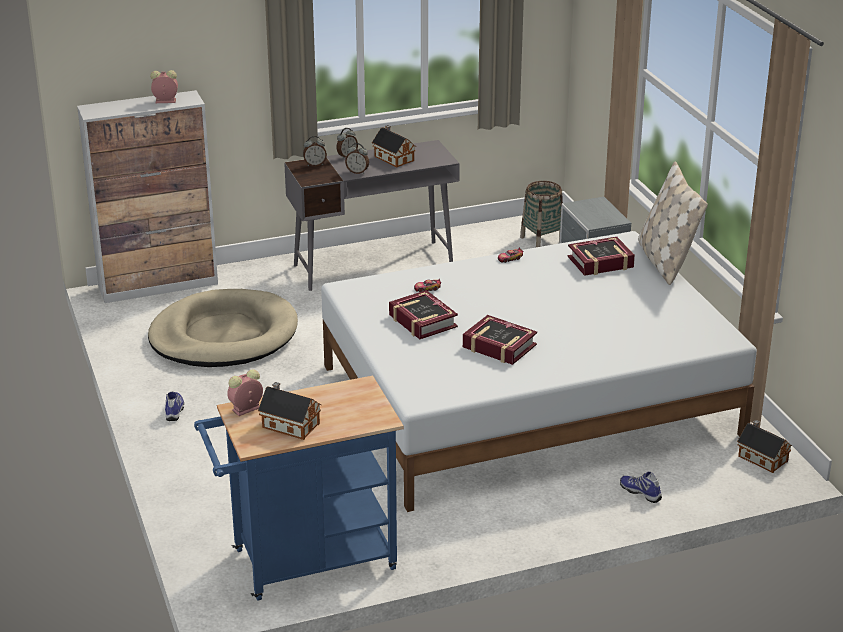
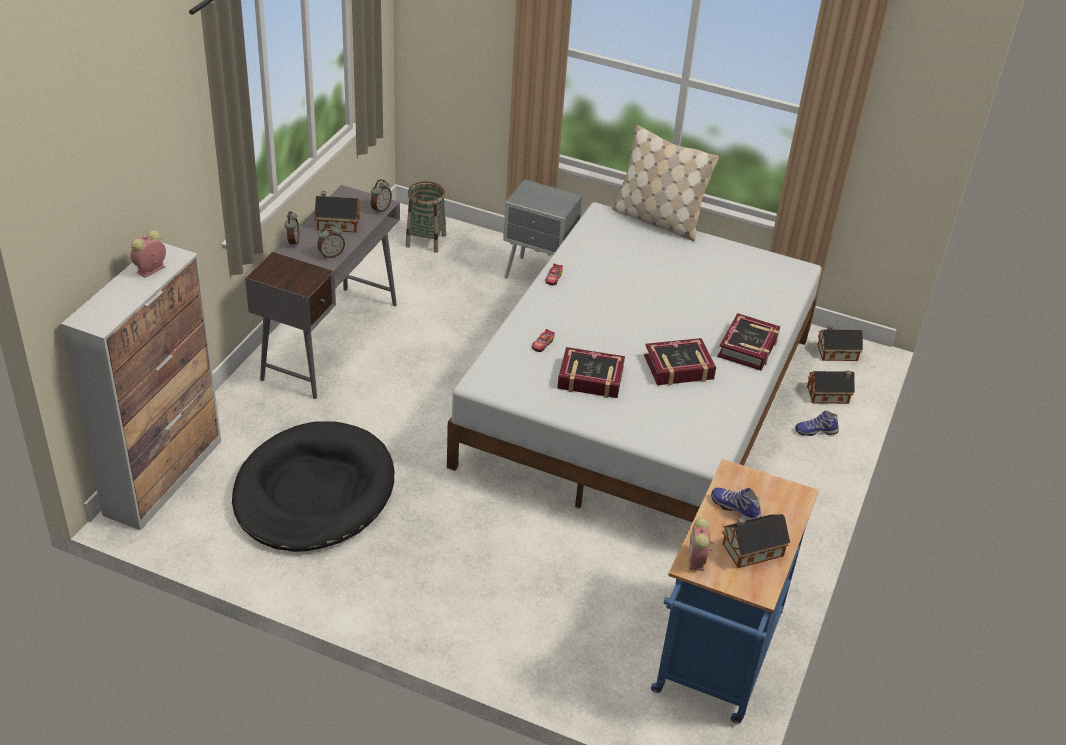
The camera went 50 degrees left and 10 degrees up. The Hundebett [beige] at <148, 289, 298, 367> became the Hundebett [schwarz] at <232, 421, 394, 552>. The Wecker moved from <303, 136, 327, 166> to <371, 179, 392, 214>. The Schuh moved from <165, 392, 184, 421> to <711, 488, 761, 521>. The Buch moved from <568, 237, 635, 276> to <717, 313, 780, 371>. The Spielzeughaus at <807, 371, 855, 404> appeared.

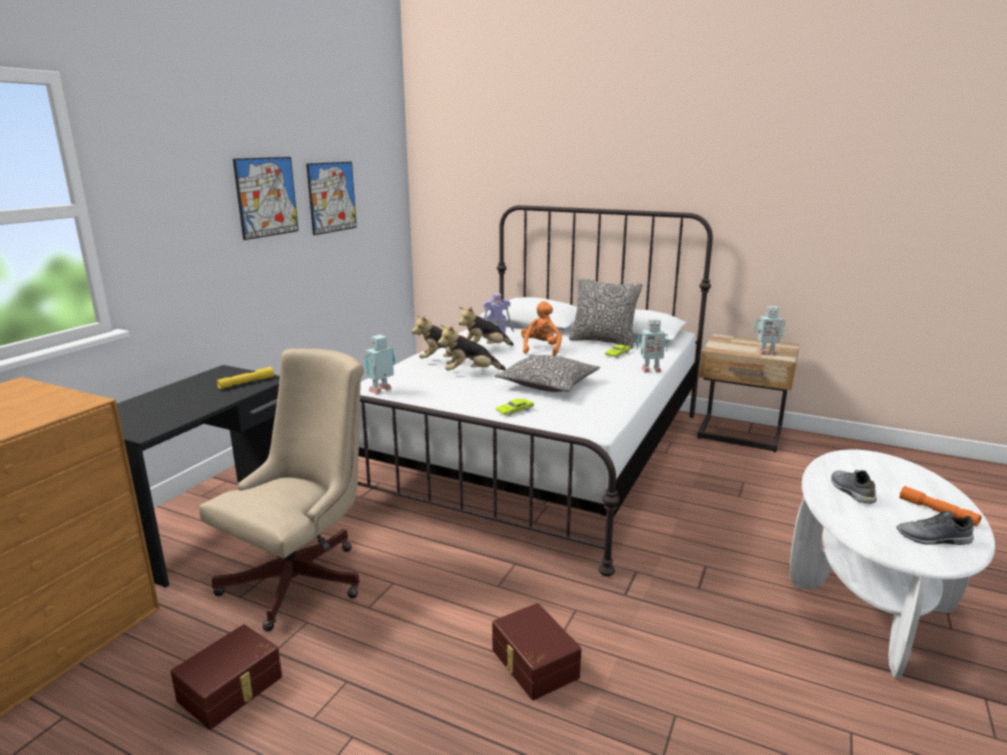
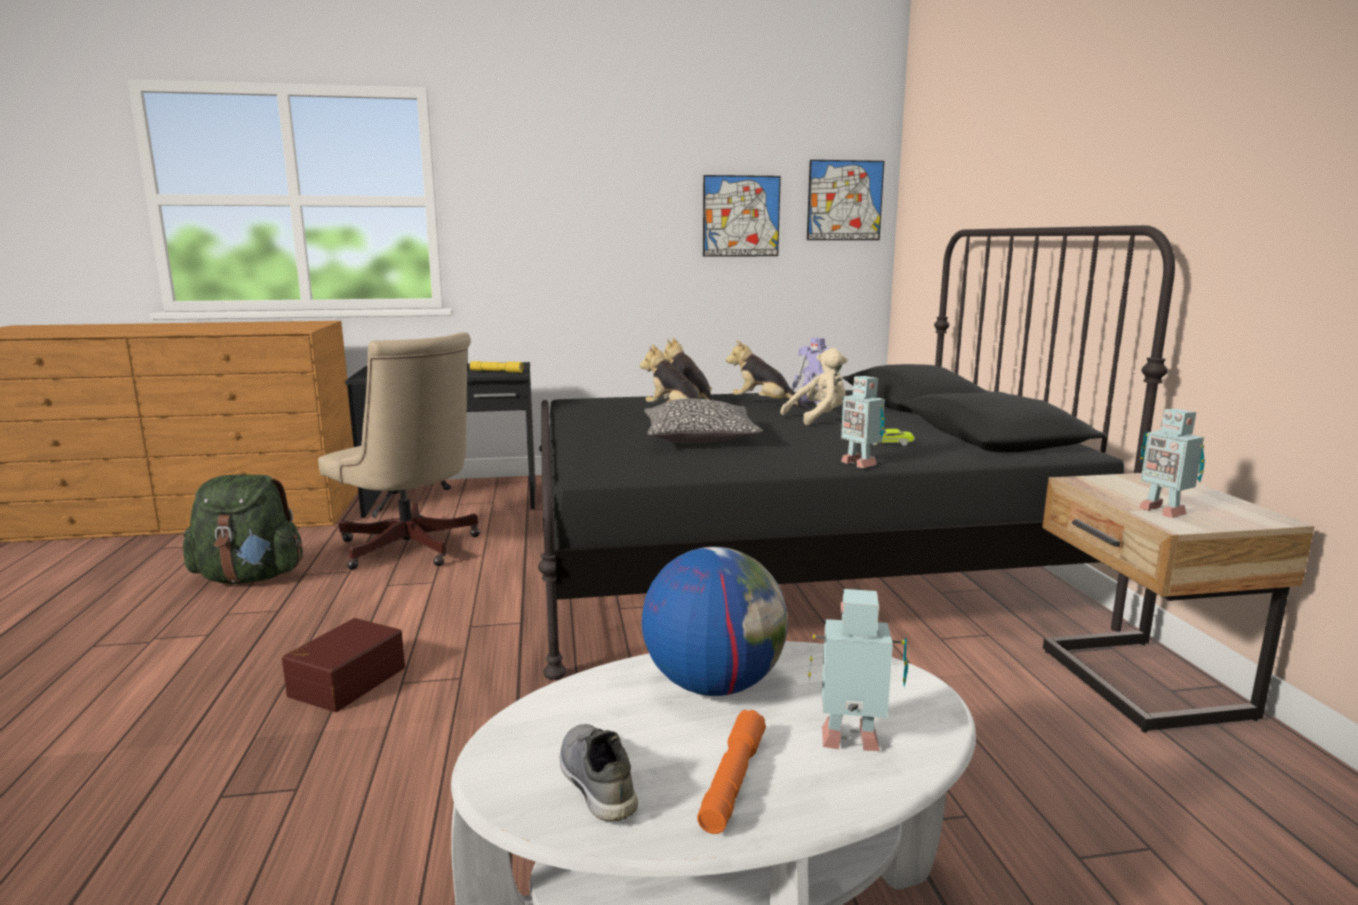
The camera went 55 degrees right and 5 degrees down. The Aufbewahrungsbox [braun] at <170, 624, 282, 730> was replaced by the Rucksack [grün] at <183, 474, 303, 584>. The Bürostuhl [beige] at <199, 349, 364, 632> turned 45 degrees clockwise. The Bett [weiß] at <358, 205, 713, 576> became the Bett [schwarz] at <538, 225, 1175, 680>. The Schuh [grau] at <831, 470, 877, 504> was replaced by the Globus at <642, 547, 788, 696>. The Plüschtier [orange] at <521, 301, 562, 356> became the Plüschtier [beige] at <780, 348, 848, 426>. The Bild moved from <233, 157, 298, 240> to <807, 160, 884, 240>. The Spielzeugroboter moved from <365, 335, 395, 394> to <808, 589, 908, 751>. The Spielzeugauto [grün] at <495, 399, 534, 416> disappeared. The Kissen at <569, 278, 642, 348> disappeared.

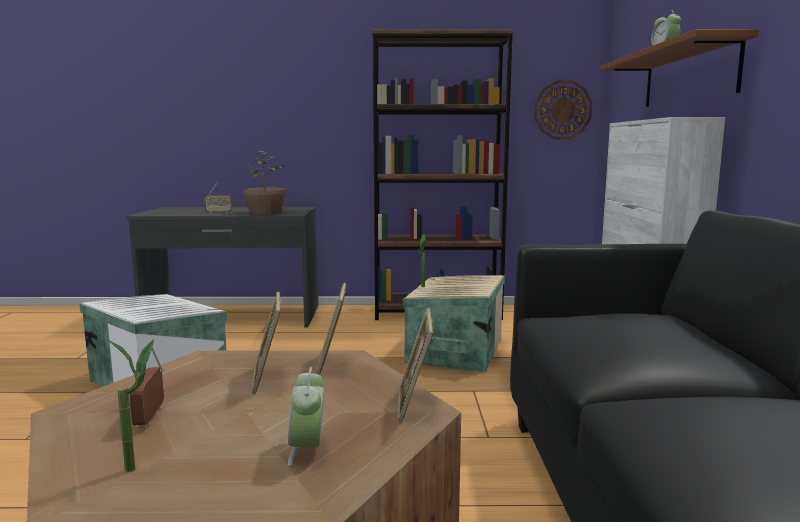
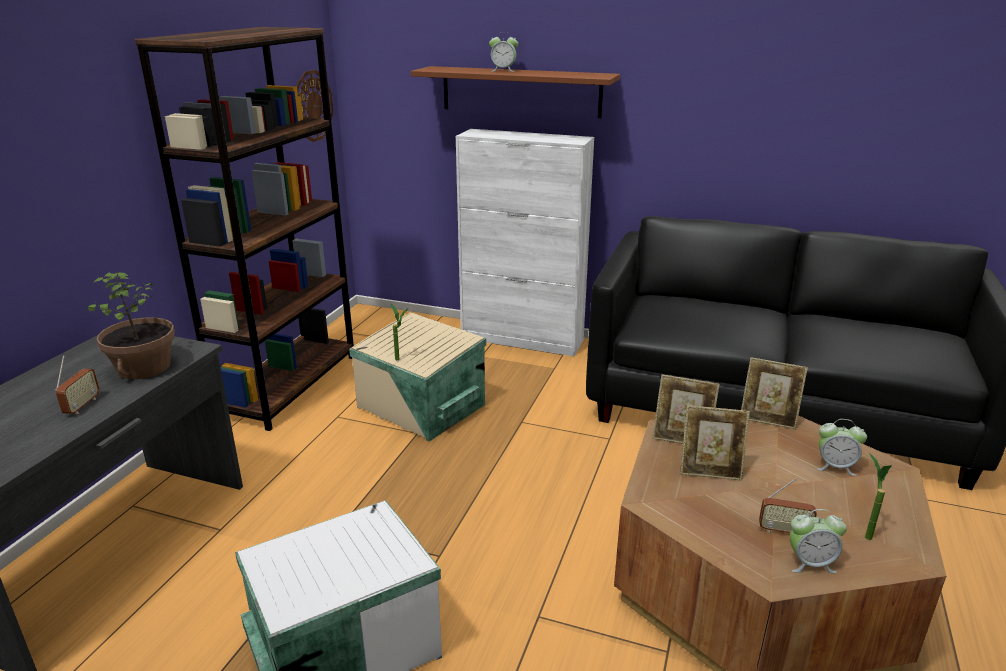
The camera went 70 degrees left and 15 degrees up. The Wecker at <790, 509, 847, 573> appeared.

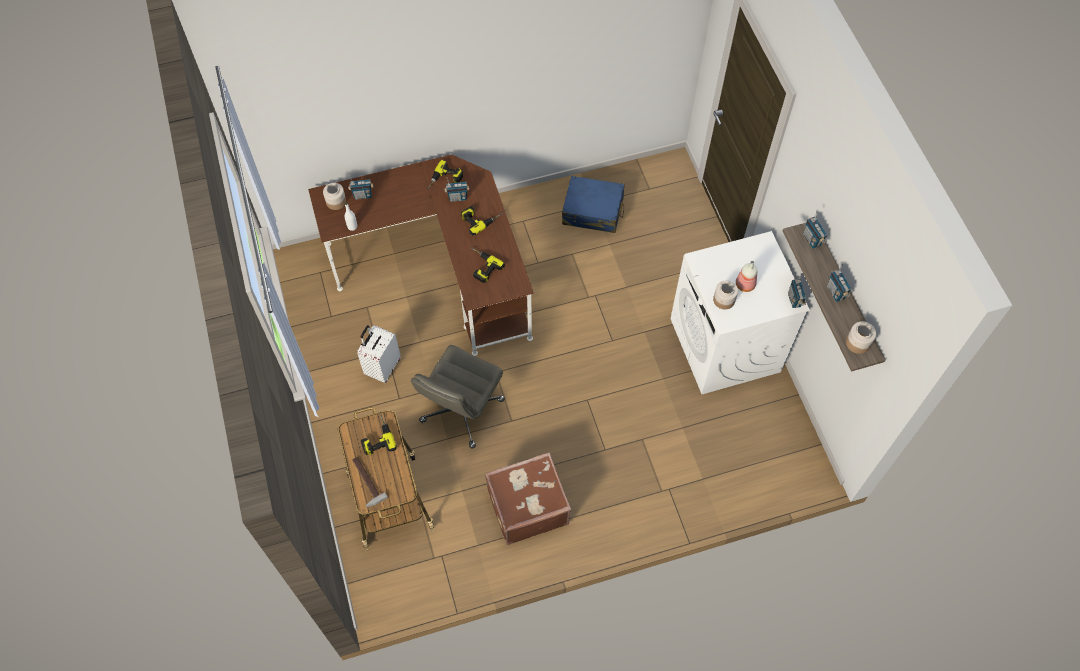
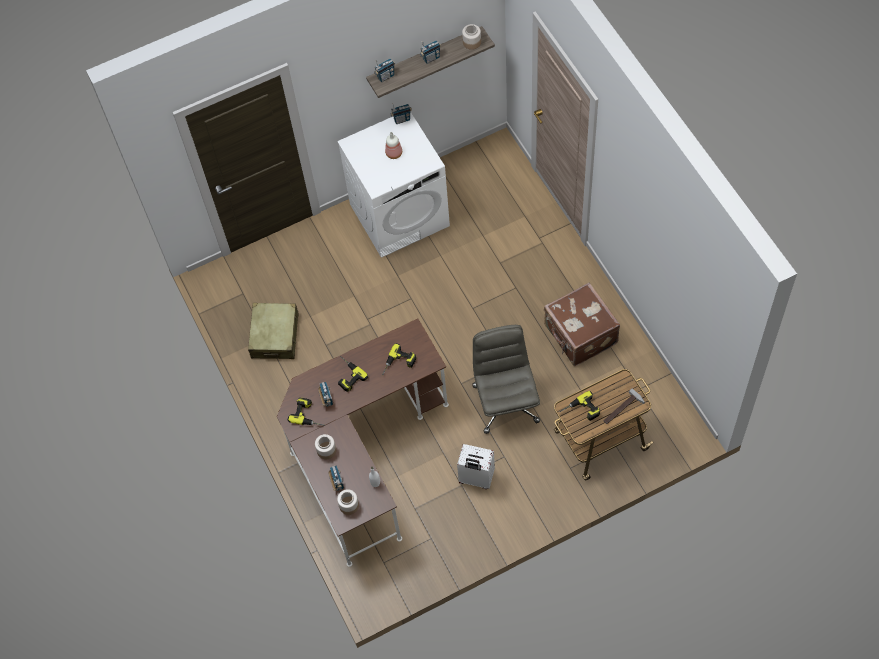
The camera went 95 degrees left and 0 degrees up. The Koffer [blau] at <562, 176, 624, 233> became the Koffer [beige] at <248, 303, 299, 359>. The Vorratsglas moved from <713, 280, 738, 310> to <315, 434, 336, 459>. The Bürostuhl [grau] at <411, 345, 505, 449> turned 120 degrees counterclockwise.

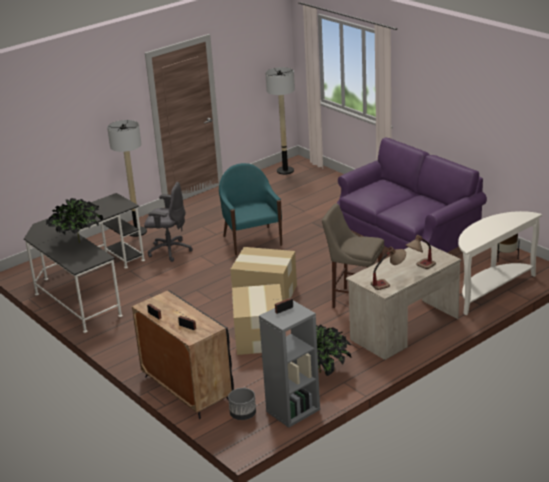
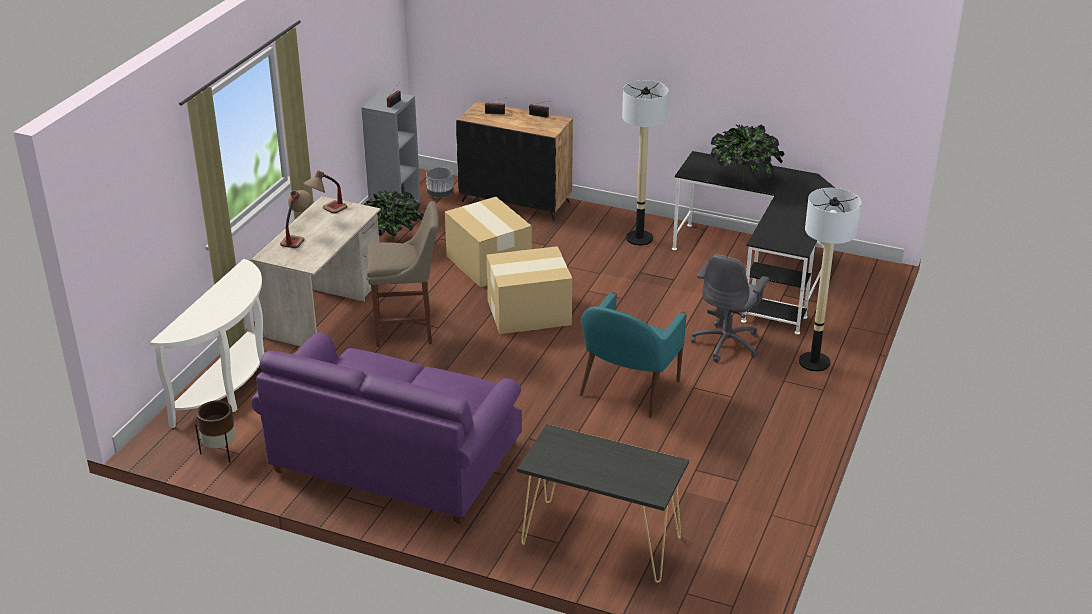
The camera went 150 degrees right and 5 degrees up. The Konsolentisch [schwarz] at <517, 424, 689, 583> appeared. The Sessel [türkis] at <219, 163, 282, 255> turned 75 degrees clockwise. The Stehlampe moved from <265, 67, 295, 175> to <622, 80, 669, 246>. The Bürostuhl [grau] at <144, 182, 193, 262> turned 45 degrees counterclockwise.

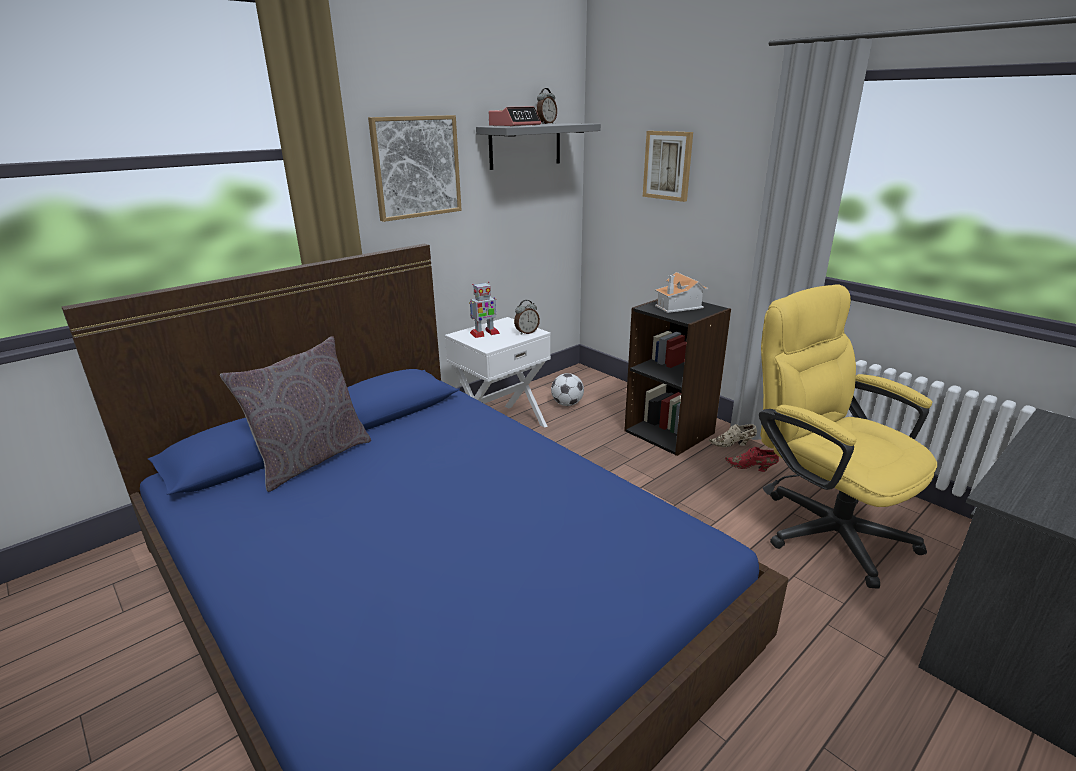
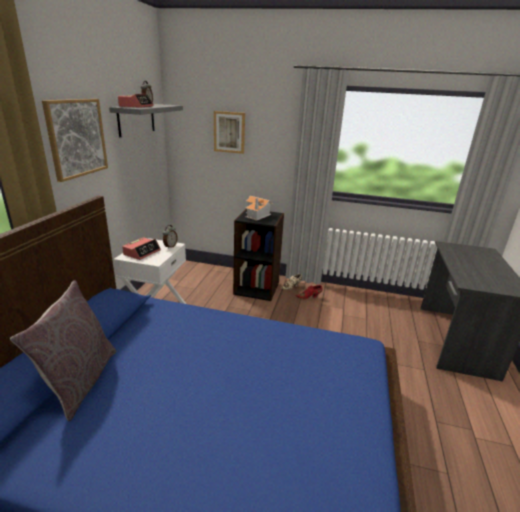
The camera went 35 degrees left and 0 degrees up. The Spielzeugroboter at <469, 282, 500, 338> was replaced by the Wecker at <122, 237, 161, 260>. The Fußball at <551, 373, 584, 406> disappeared. The Bürostuhl [gelb] at <759, 284, 937, 589> disappeared.

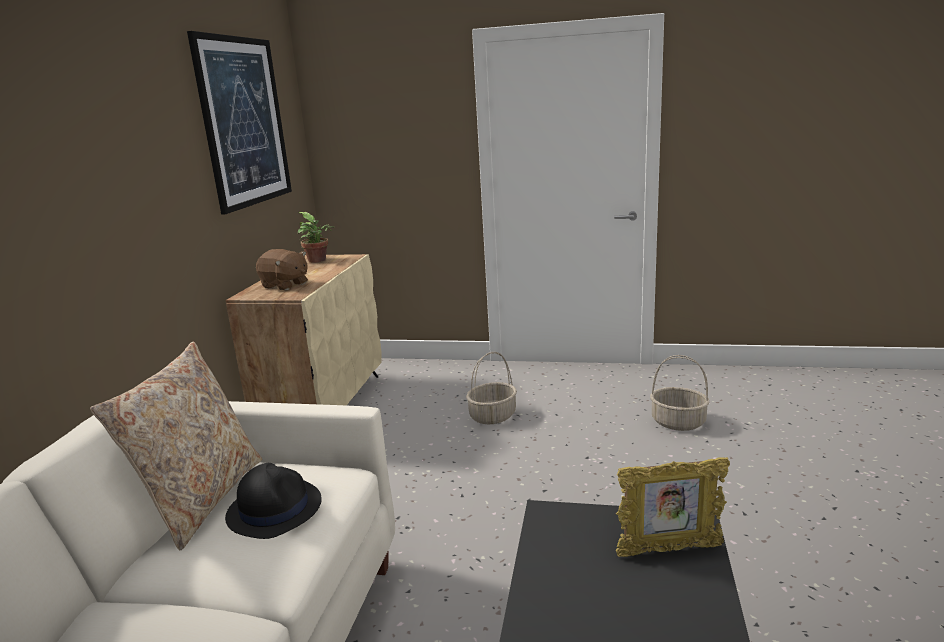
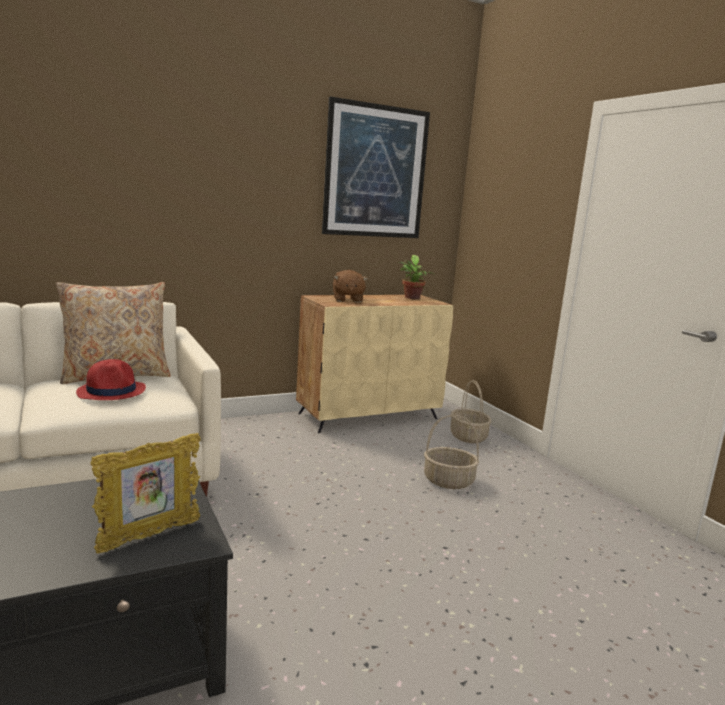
The camera went 50 degrees right and 5 degrees down. The Hut [schwarz] at <225, 463, 322, 539> became the Hut [rot] at <76, 359, 146, 400>. The Bilderrahmen at <616, 457, 730, 557> turned 90 degrees counterclockwise. The Korb moved from <650, 355, 710, 431> to <450, 380, 491, 443>.

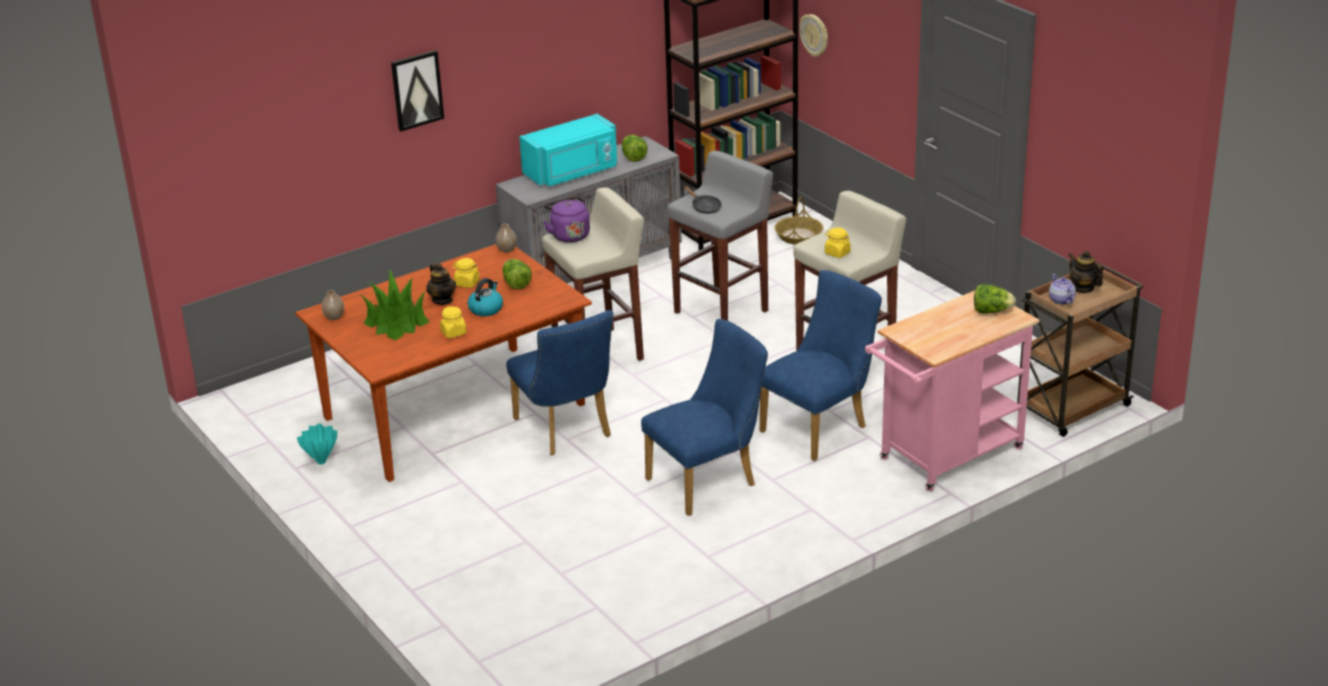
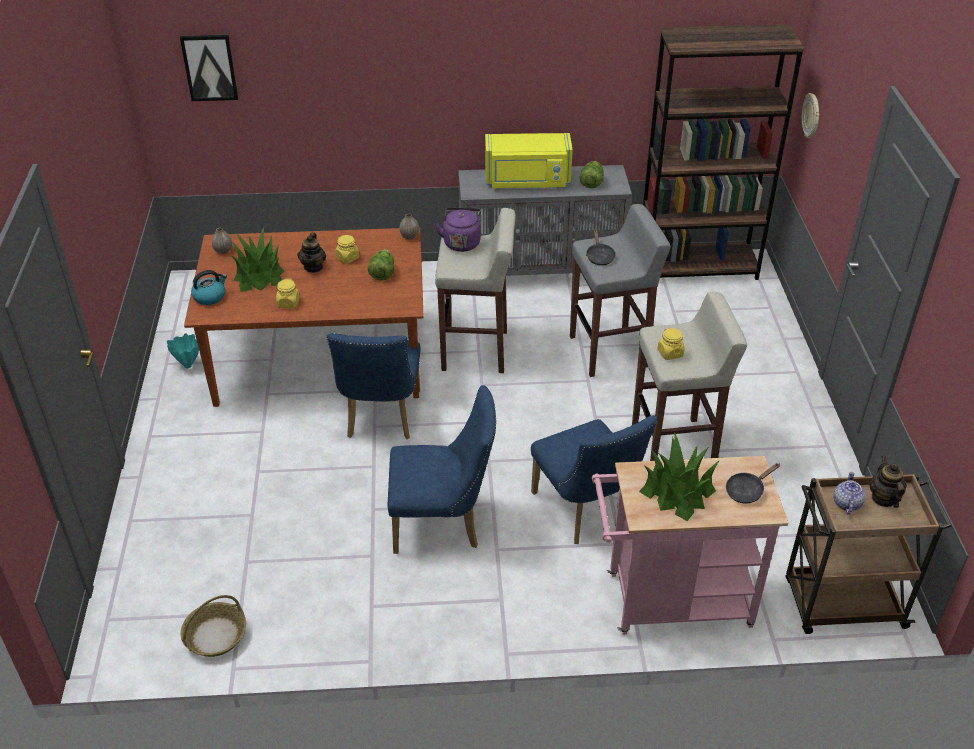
The camera went 30 degrees right and 10 degrees up. The Bild moved from <391, 50, 444, 131> to <180, 35, 238, 101>. The Korb moved from <775, 197, 823, 245> to <181, 595, 246, 657>. The Wasserkessel moved from <467, 278, 503, 316> to <191, 270, 227, 305>. The Mikrowelle [türkis] at <519, 114, 617, 186> became the Mikrowelle [gelb] at <485, 133, 573, 188>. The Stuhl [blau] at <760, 270, 882, 461> turned 75 degrees clockwise. The Topfpflanze at <639, 433, 719, 521> appeared. The Salatkopf at <974, 284, 1016, 314> was replaced by the Pfanne [schwarz] at <726, 463, 780, 503>.

